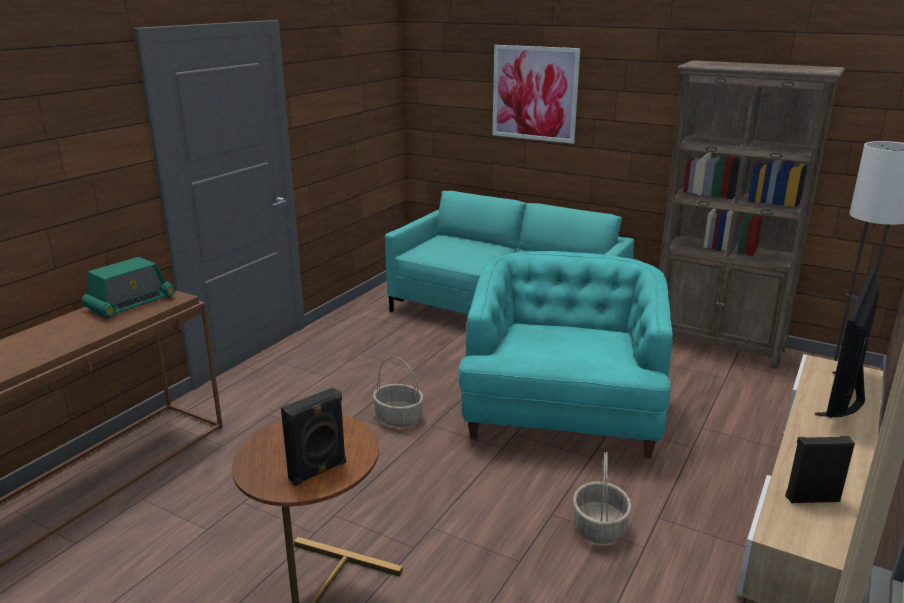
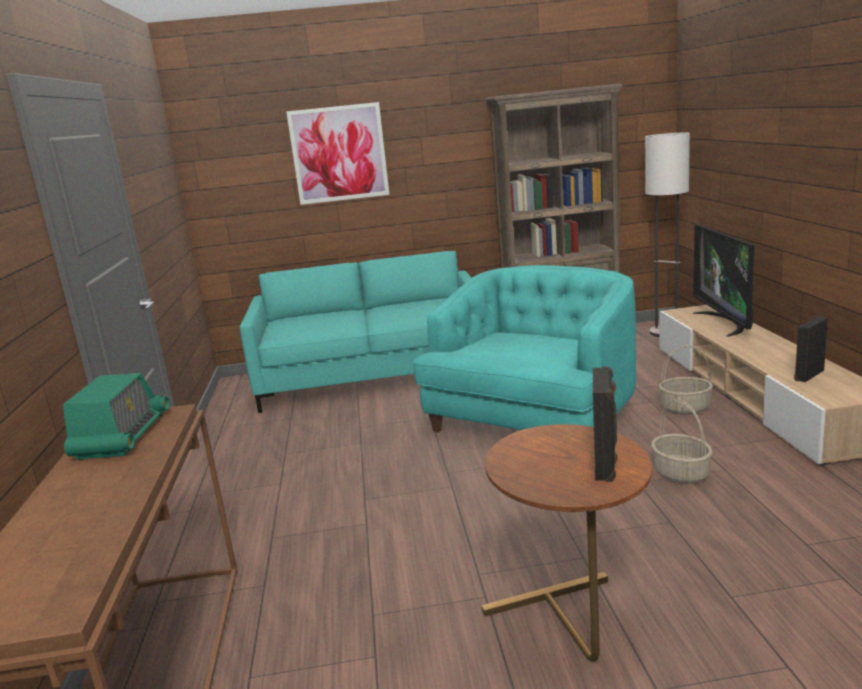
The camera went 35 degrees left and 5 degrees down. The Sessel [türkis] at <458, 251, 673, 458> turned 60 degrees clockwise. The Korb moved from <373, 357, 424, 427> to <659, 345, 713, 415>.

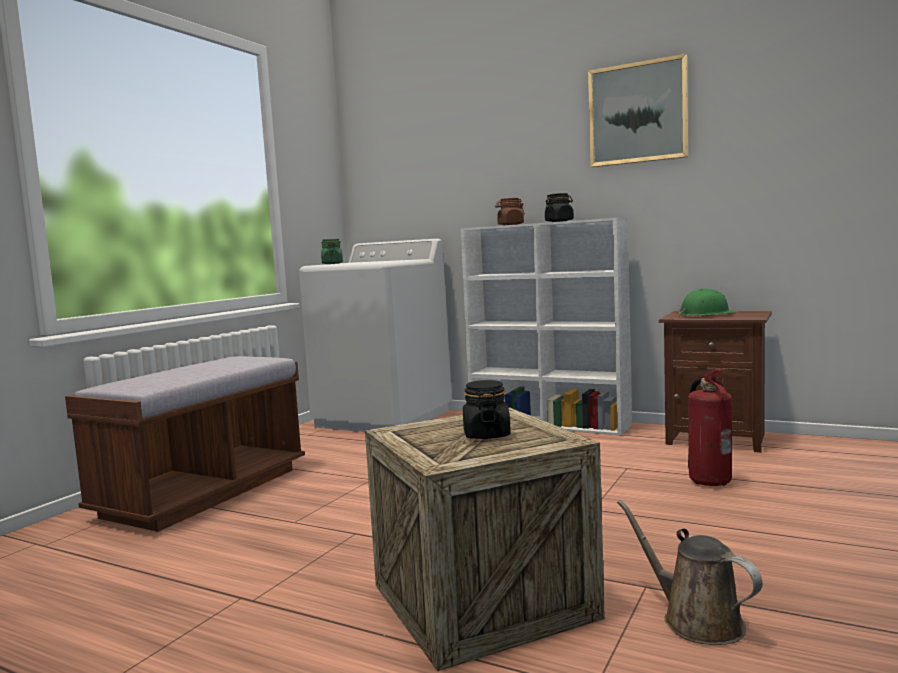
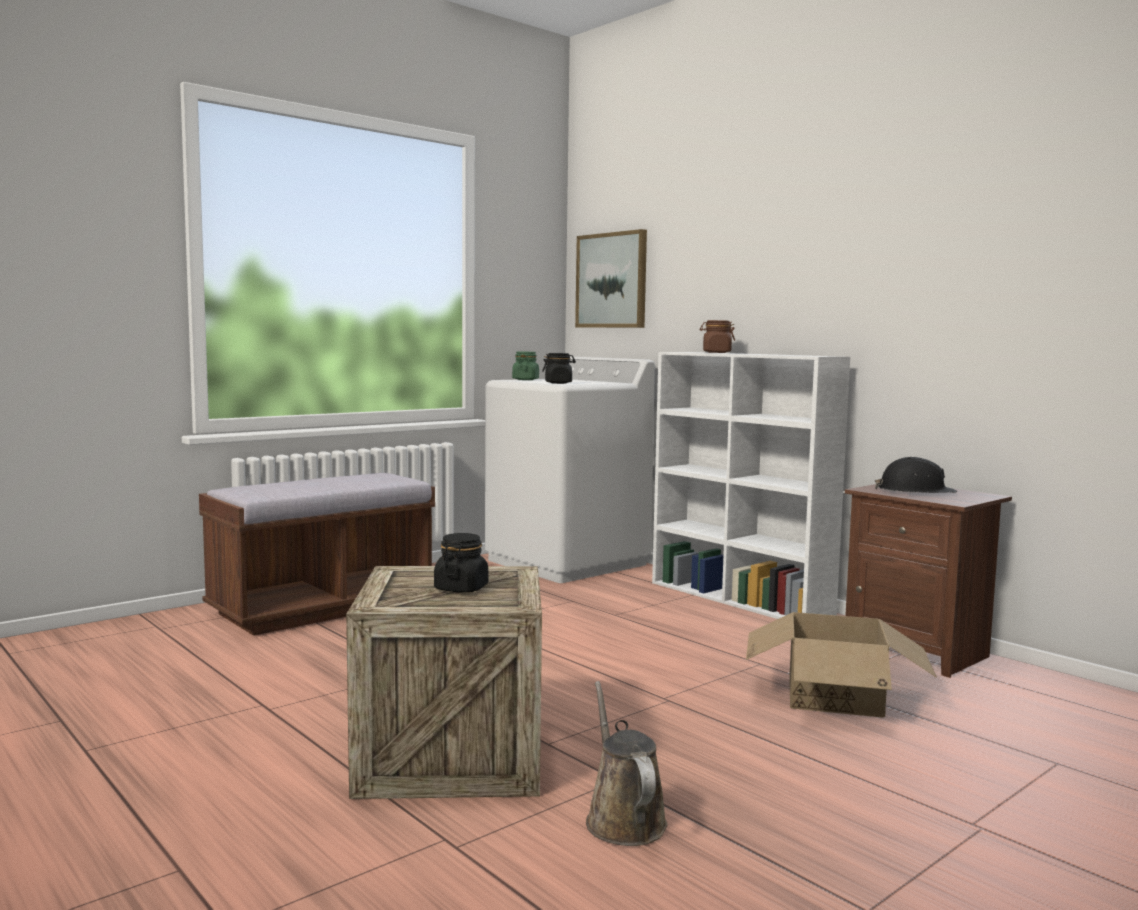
The camera went 20 degrees right and 0 degrees up. The Vorratsglas [schwarz] moved from <545, 193, 574, 222> to <542, 353, 576, 384>. The Bild moved from <588, 54, 688, 167> to <575, 229, 647, 328>. The Feuerlöscher at <688, 369, 732, 486> was replaced by the Karton at <746, 612, 937, 718>. The Schutzhelm [grün] at <679, 288, 738, 317> became the Schutzhelm [schwarz] at <875, 457, 957, 493>.

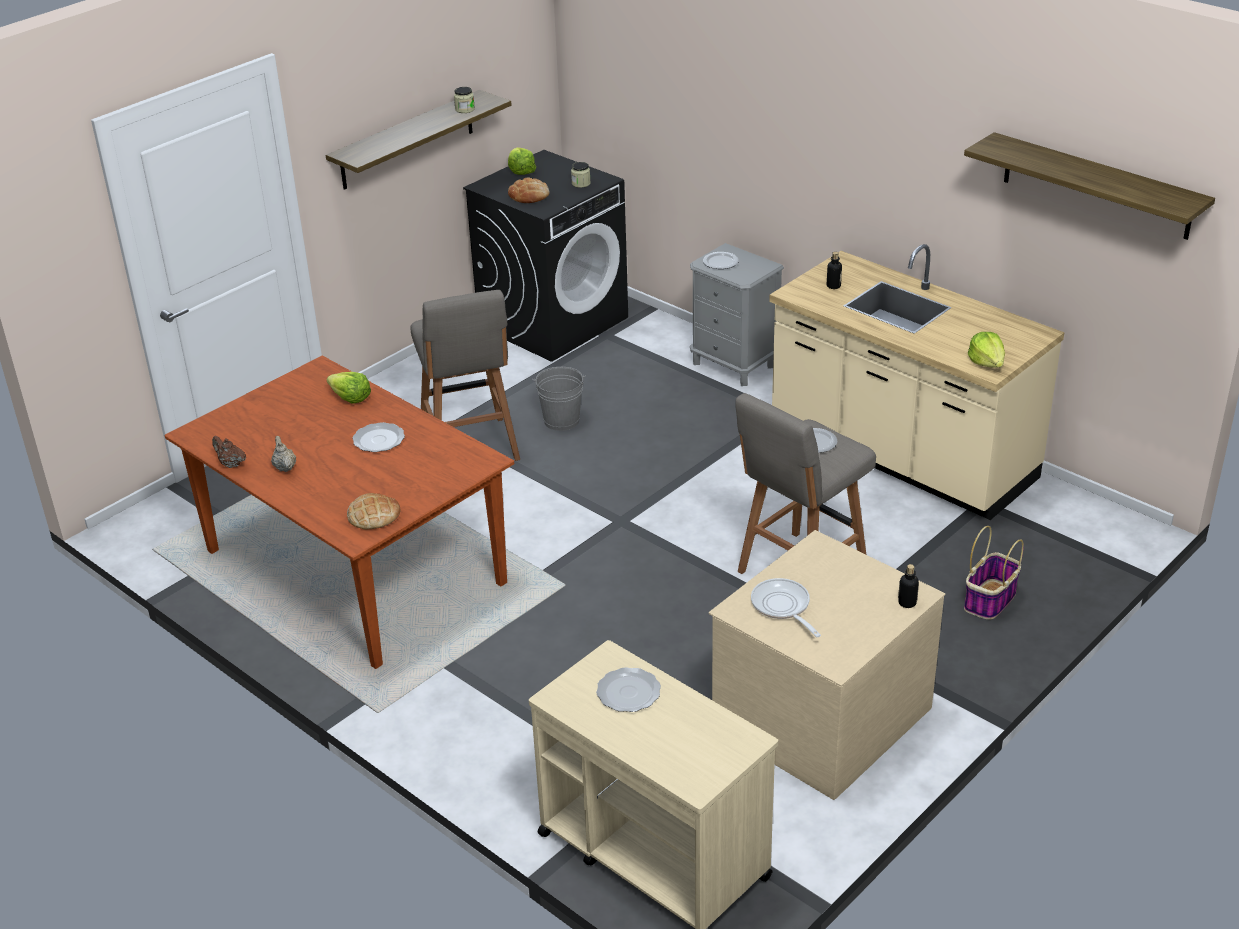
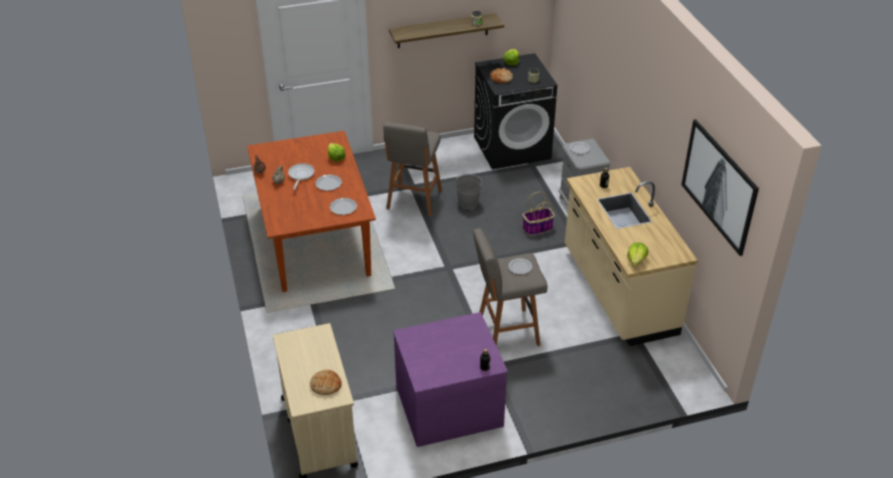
The camera went 30 degrees right and 5 degrees up. The Pfanne moved from <751, 578, 821, 637> to <288, 163, 314, 190>. The Brot moved from <347, 493, 400, 530> to <310, 370, 342, 395>. The Teller moved from <596, 667, 661, 712> to <330, 198, 357, 215>. The Kommode [beige] at <709, 530, 945, 800> became the Kommode [lila] at <393, 312, 508, 447>. The Korb moved from <964, 526, 1024, 620> to <522, 192, 555, 235>. The Wandregal at <964, 132, 1215, 240> was replaced by the Bild at <681, 119, 759, 256>.

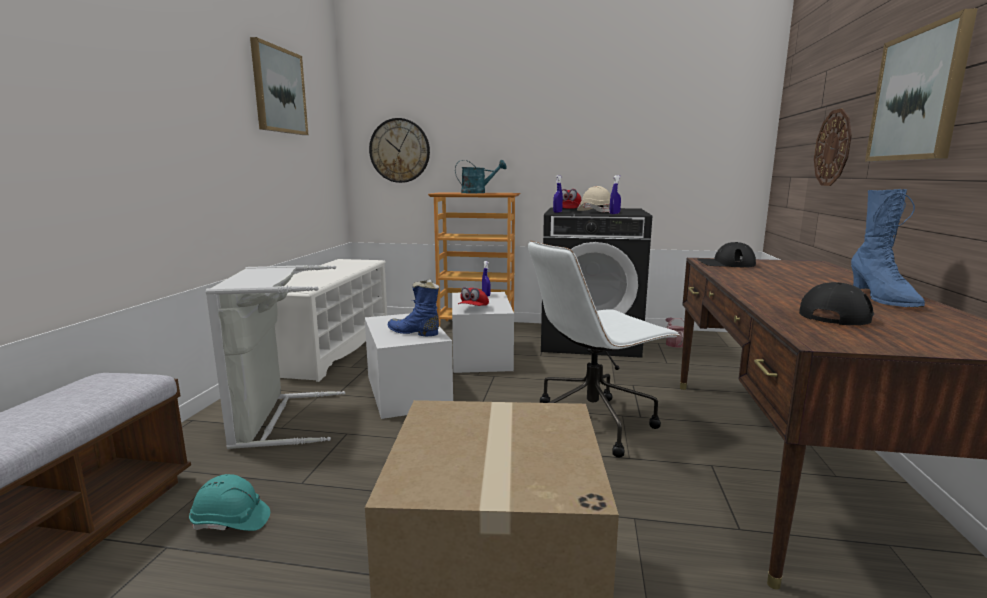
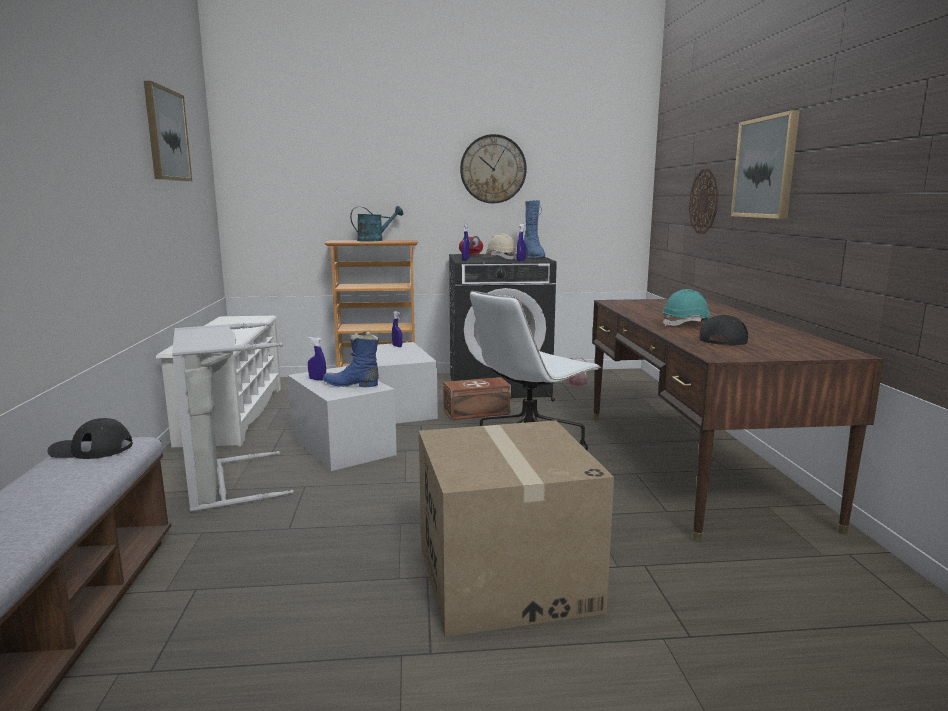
The camera went 15 degrees left and 0 degrees up. The Kappe [schwarz] moved from <697, 242, 756, 267> to <48, 418, 133, 459>. The Sprühflasche [blau] at <308, 337, 326, 381> appeared. The Aufbewahrungsbox [braun] at <443, 377, 511, 420> appeared. The Wanduhr moved from <369, 118, 430, 183> to <460, 134, 527, 204>. The Stiefel [blau] moved from <851, 189, 925, 307> to <523, 200, 546, 258>. The Schutzhelm [türkis] moved from <189, 474, 270, 531> to <662, 289, 710, 326>. The Kappe [rot] at <458, 287, 489, 306> disappeared.

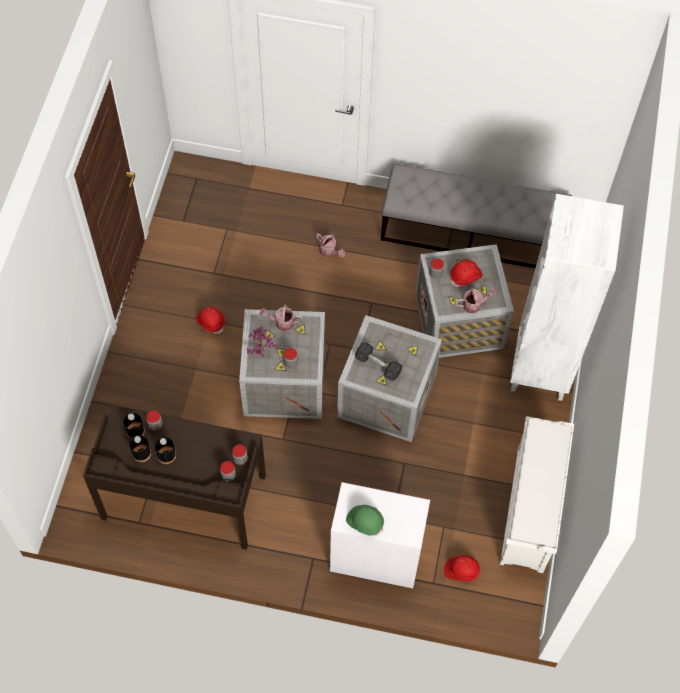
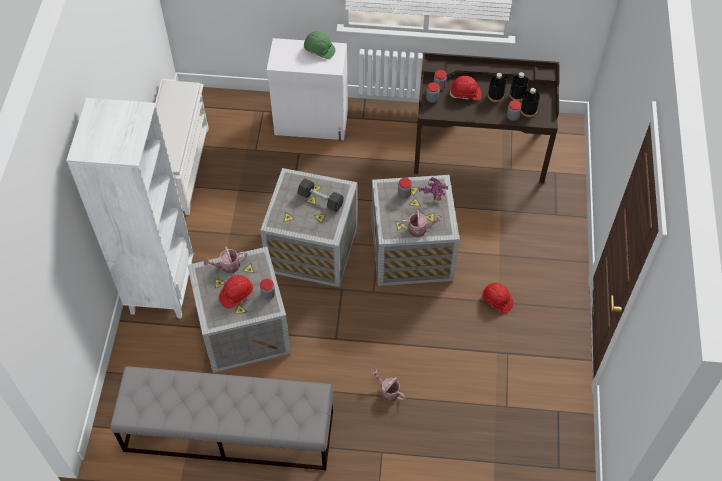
The camera went 175 degrees right and 5 degrees down. The Schutzhelm [rot] moved from <444, 555, 480, 582> to <449, 76, 482, 100>.

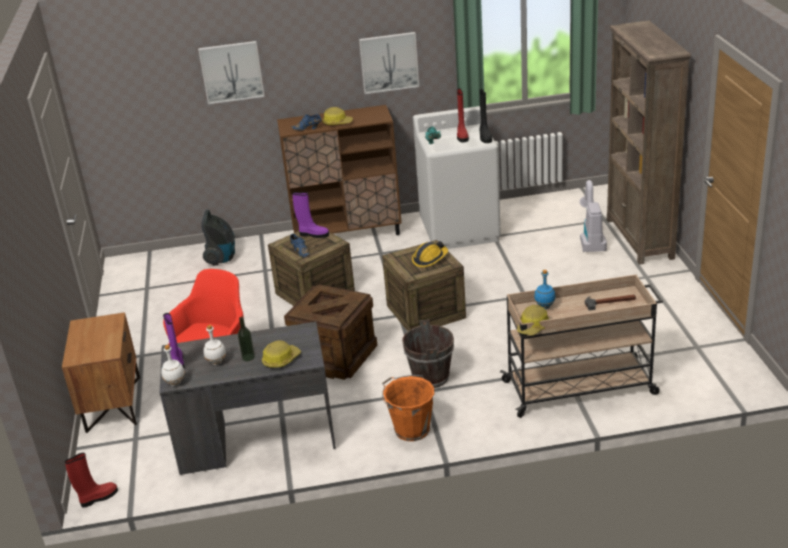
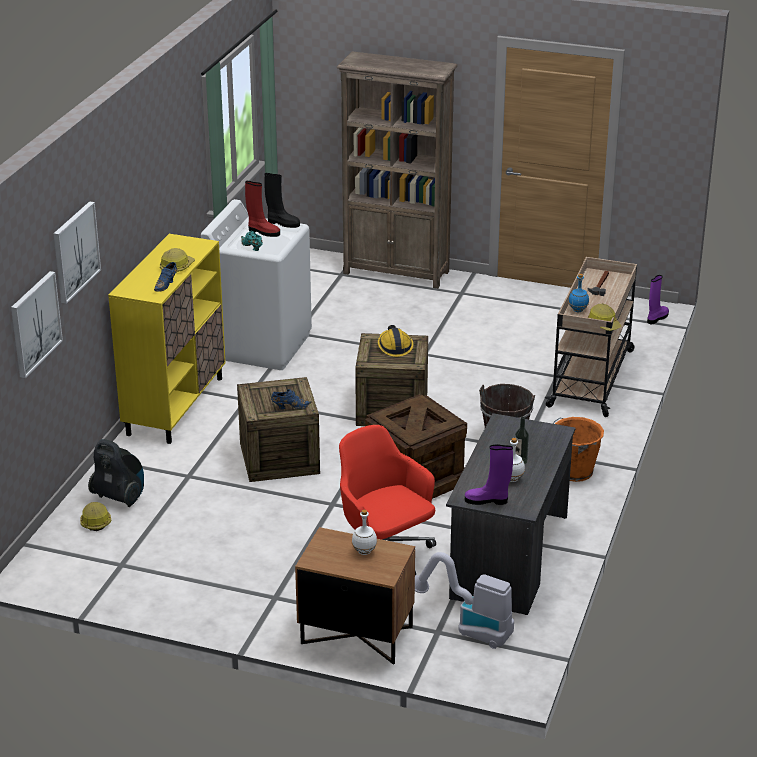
The camera went 65 degrees left and 0 degrees up. The Bild moved from <359, 32, 419, 94> to <11, 271, 63, 378>. The Schutzhelm moved from <262, 340, 301, 369> to <80, 502, 111, 531>. The Schrank [braun] at <277, 105, 402, 235> became the Schrank [gelb] at <108, 234, 226, 444>. The Flasche [weiß] moved from <161, 345, 185, 386> to <352, 510, 377, 555>. The Staubsauger moved from <580, 180, 607, 252> to <415, 552, 514, 649>. The Stiefel [lila] moved from <292, 192, 329, 238> to <647, 275, 669, 324>. The Stiefel [rot] at <65, 453, 118, 508> disappeared.

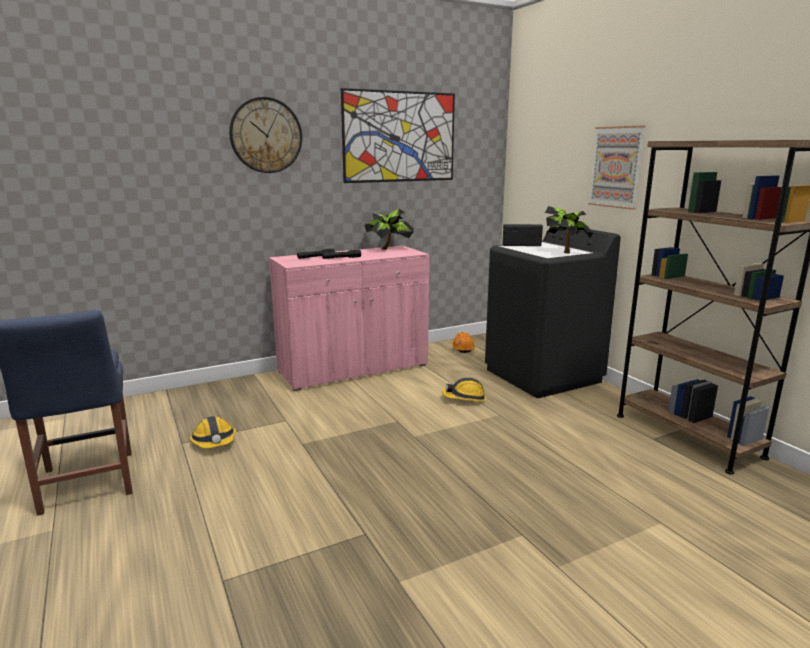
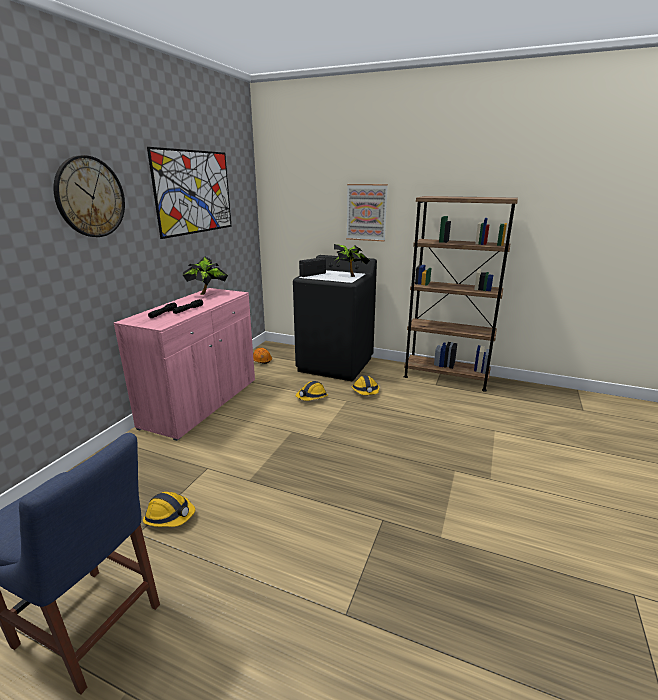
The camera went 40 degrees left and 5 degrees up. The Schutzhelm at <351, 375, 380, 395> appeared.

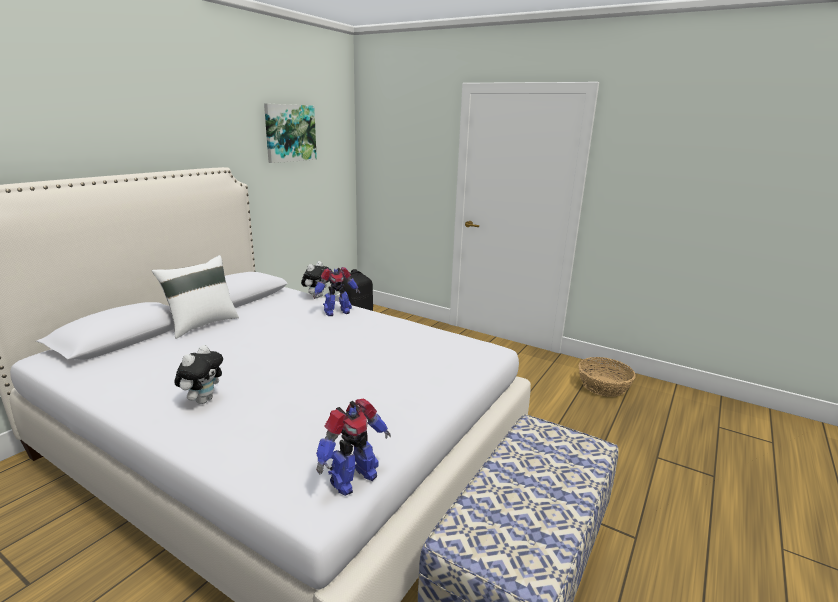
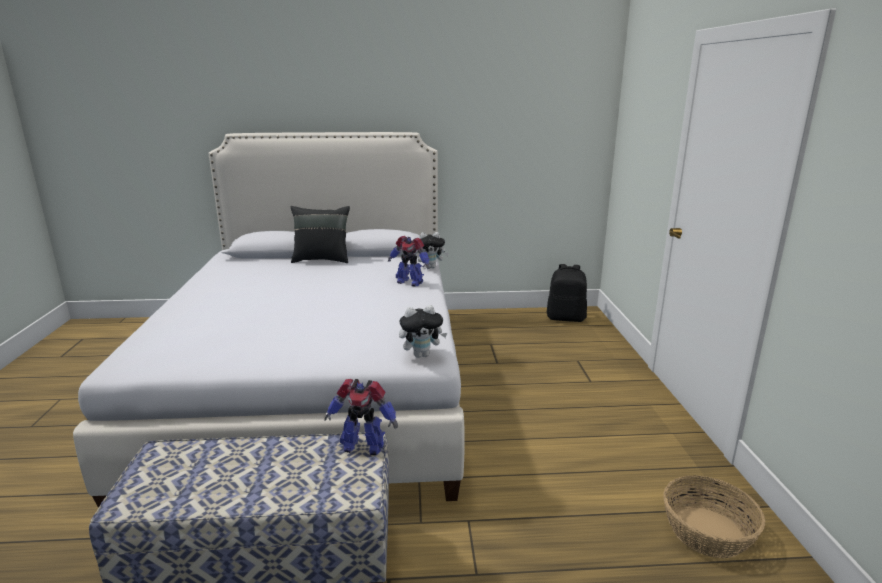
The camera went 55 degrees right and 0 degrees up. The Kissen [weiß] at <152, 255, 239, 339> became the Kissen [schwarz] at <291, 206, 350, 263>. The Spielzeugroboter moved from <316, 399, 391, 496> to <324, 379, 398, 455>. The Plüschtier moved from <174, 345, 223, 404> to <399, 305, 447, 358>. The Bild at <264, 103, 317, 163> disappeared.

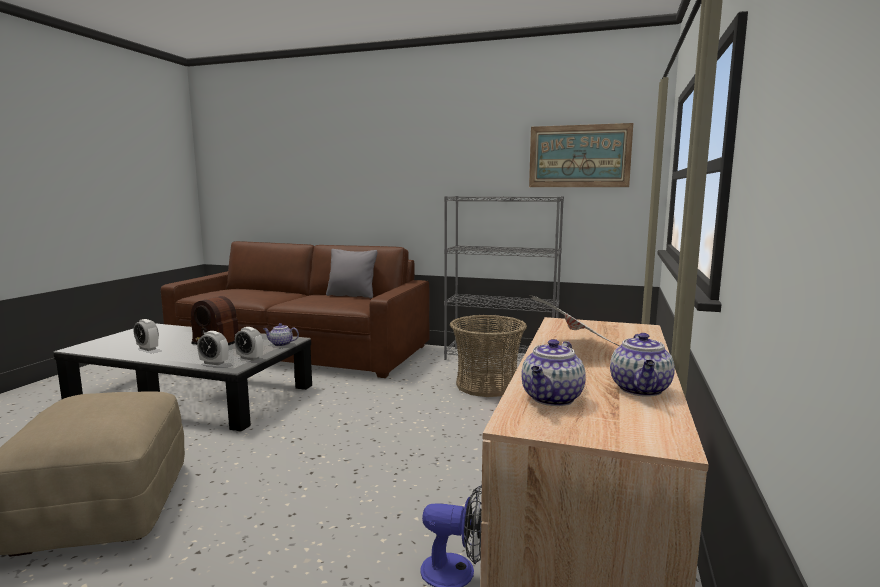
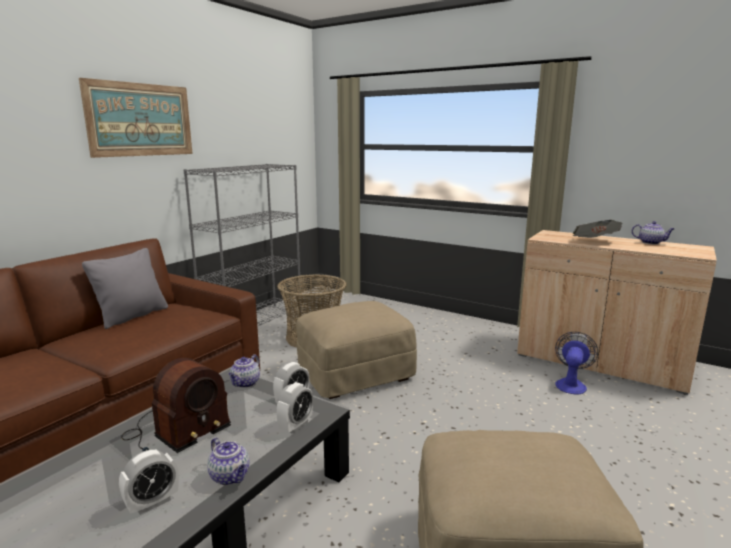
The camera went 75 degrees left and 5 degrees up. The Bild moved from <529, 123, 633, 187> to <79, 78, 193, 158>. The Teekanne moved from <522, 339, 586, 406> to <207, 437, 249, 485>. The Polsterhocker [beige] at <296, 301, 417, 399> appeared.

